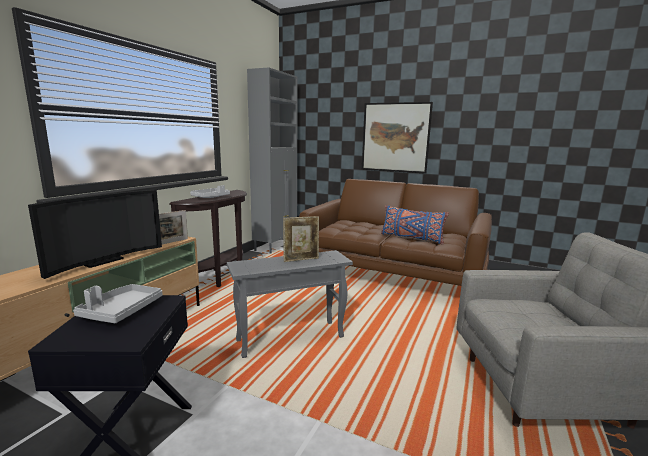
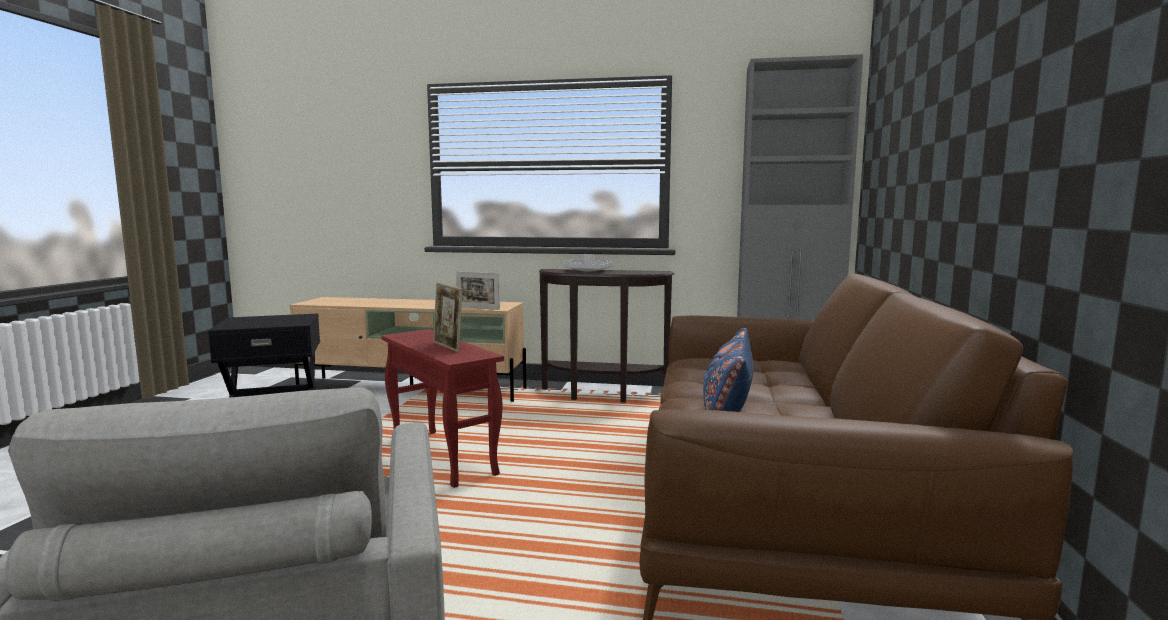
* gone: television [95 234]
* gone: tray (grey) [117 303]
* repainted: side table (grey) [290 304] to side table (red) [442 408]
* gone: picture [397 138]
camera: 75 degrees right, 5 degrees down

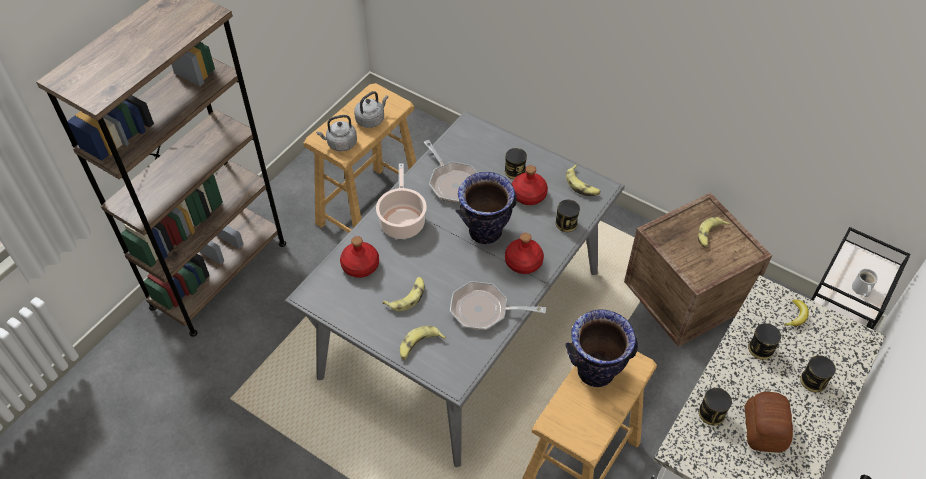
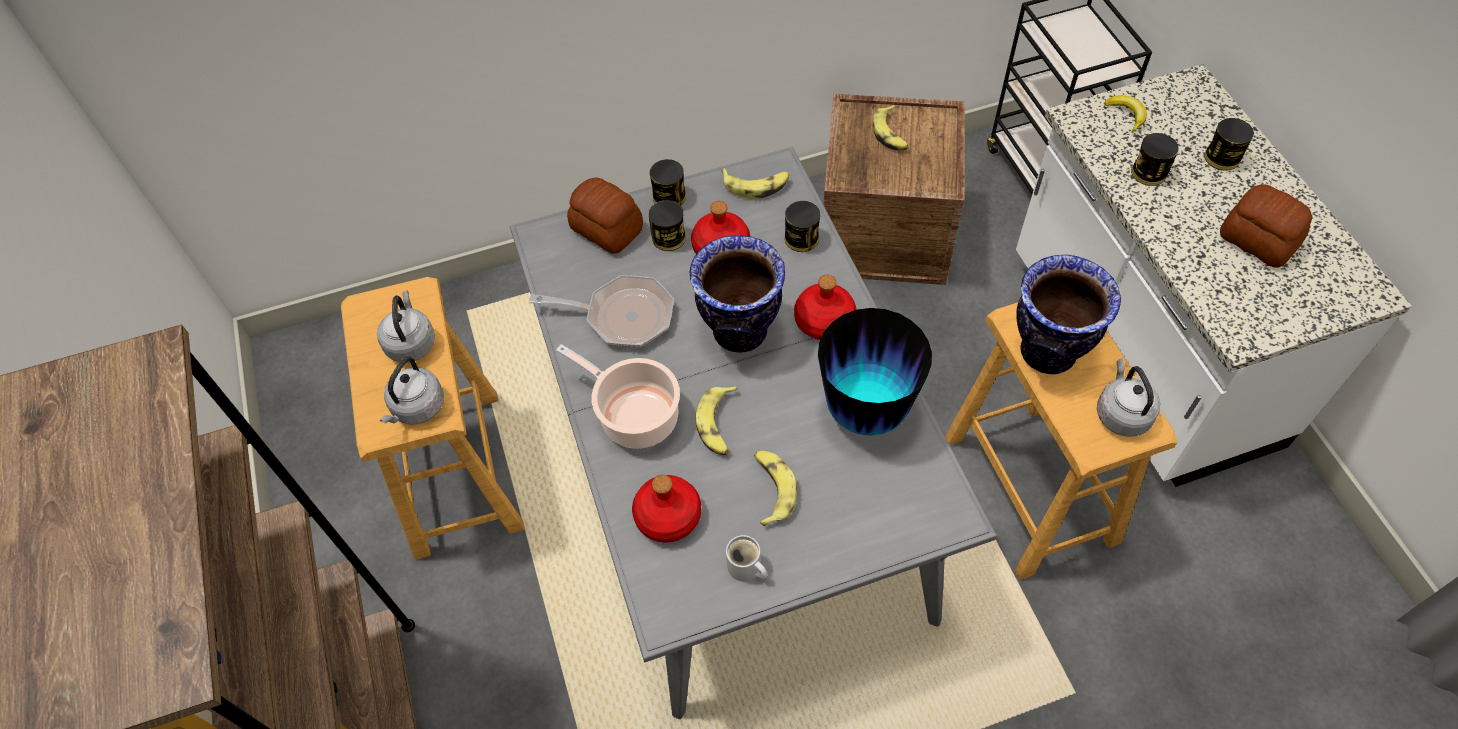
* shifted: banana [423 343] to [716 420]
* swapped: frying pan [498 305] to vase [875 372]
* shifted: can [715 406] to [668 182]
* shifted: mug (white) [865 283] to [746 558]
* new: bread [605 215]
* new: kettle (grey) [1128 397]
camera: 50 degrees left, 5 degrees up

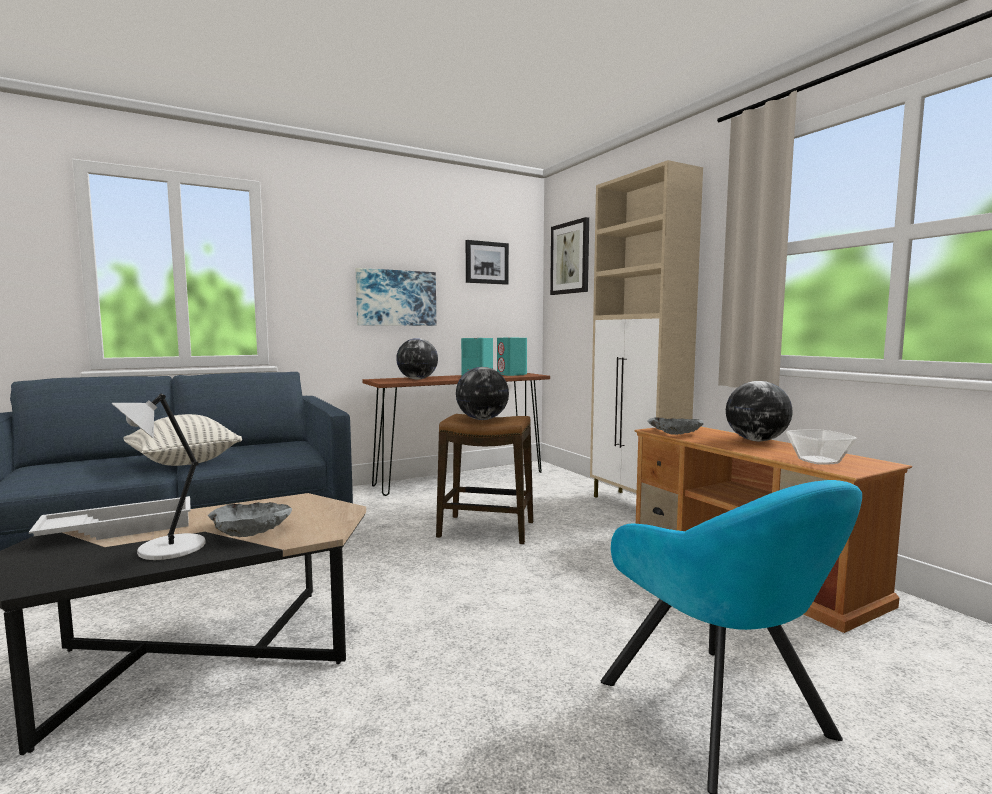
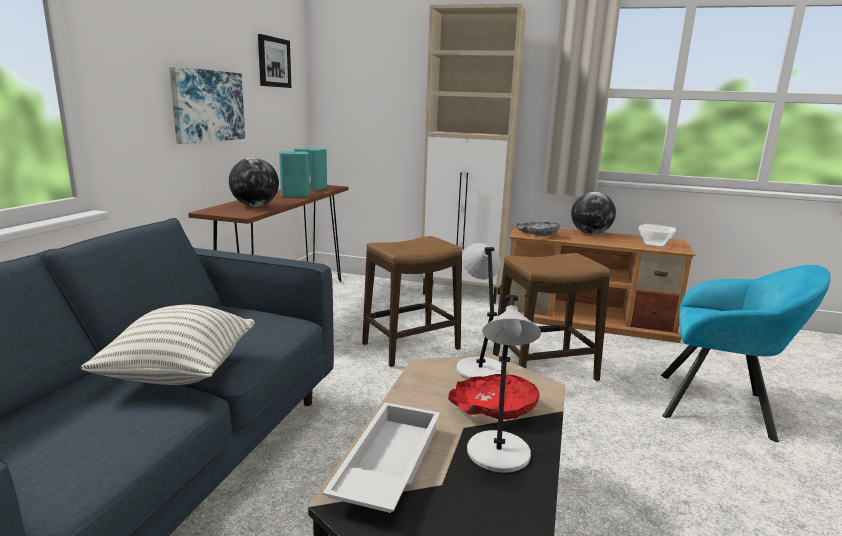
* repainted: bowl (grey) [250 519] to bowl (red) [494 397]
* gone: globe [482 393]
* gone: picture [569 256]
* new: table lamp (grey) [478 311]
* new: stool [551 317]
camera: 45 degrees left, 10 degrees up

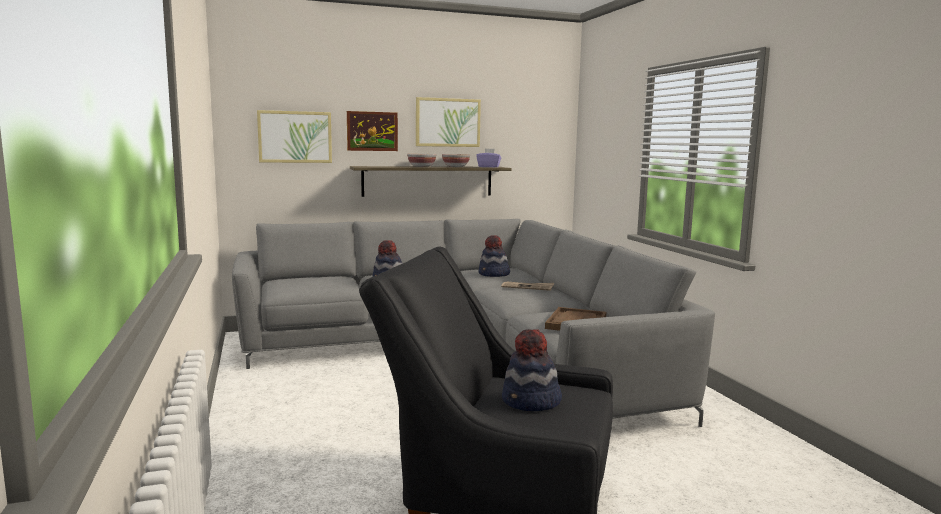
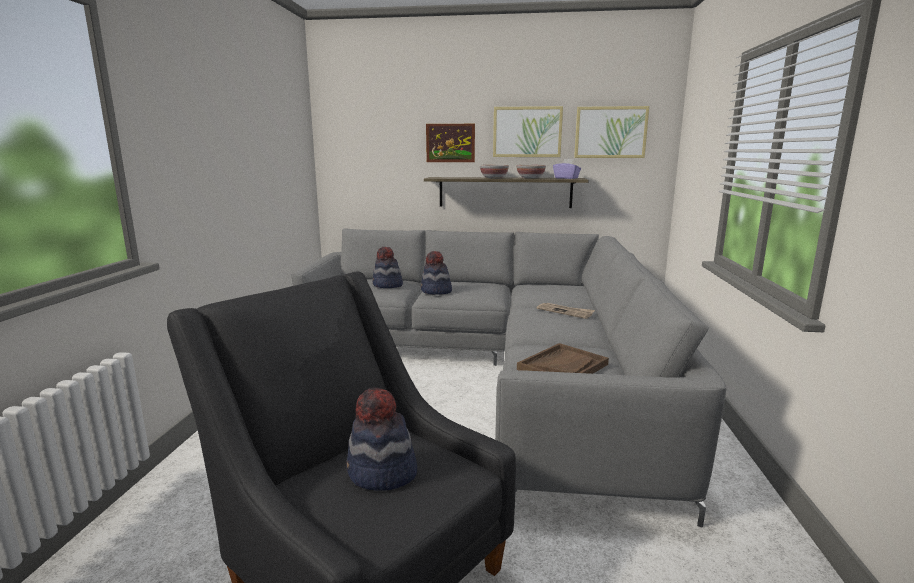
* shifted: picture [294 136] to [611 132]
* shifted: hat [494 256] to [387 267]
camera: 25 degrees right, 5 degrees up

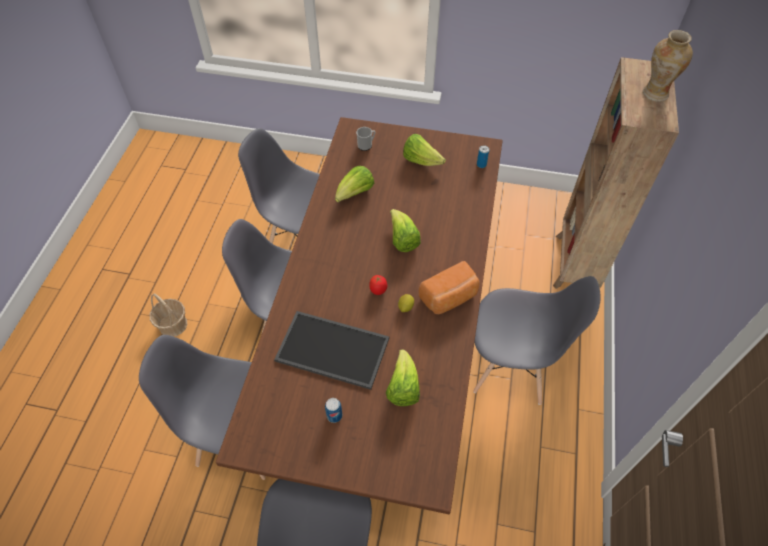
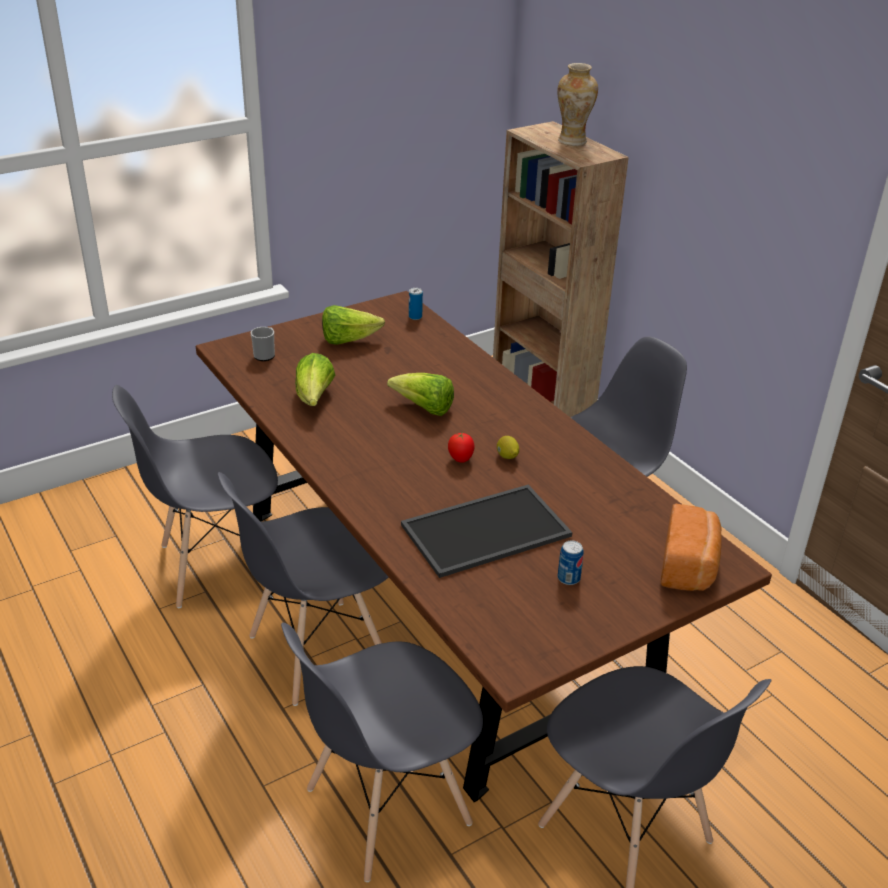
* gone: basket [168 315]
* gone: lettuce [403 378]
* shifted: bread [449 287] to [691 547]
camera: 45 degrees left, 20 degrees down

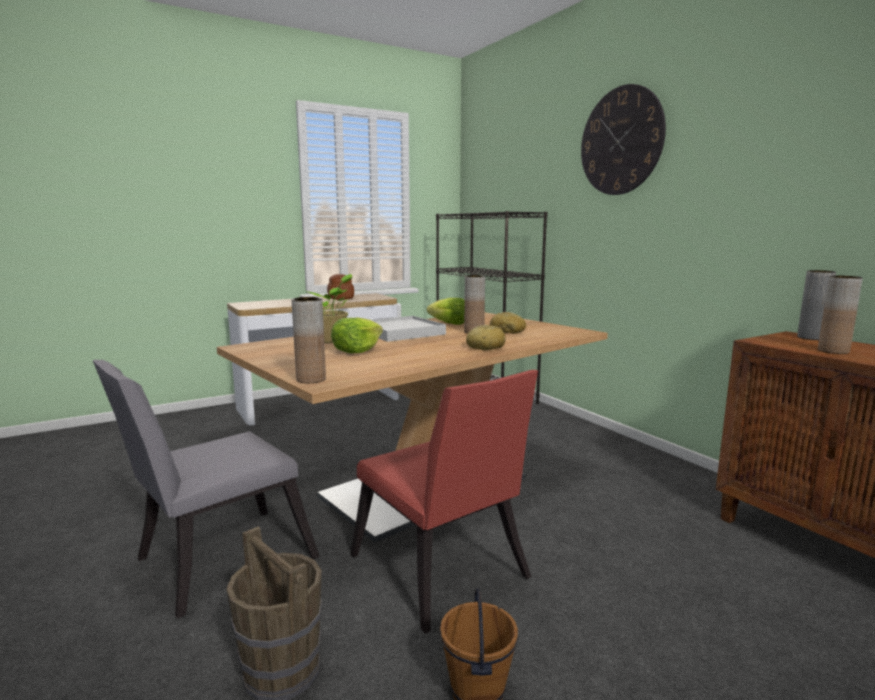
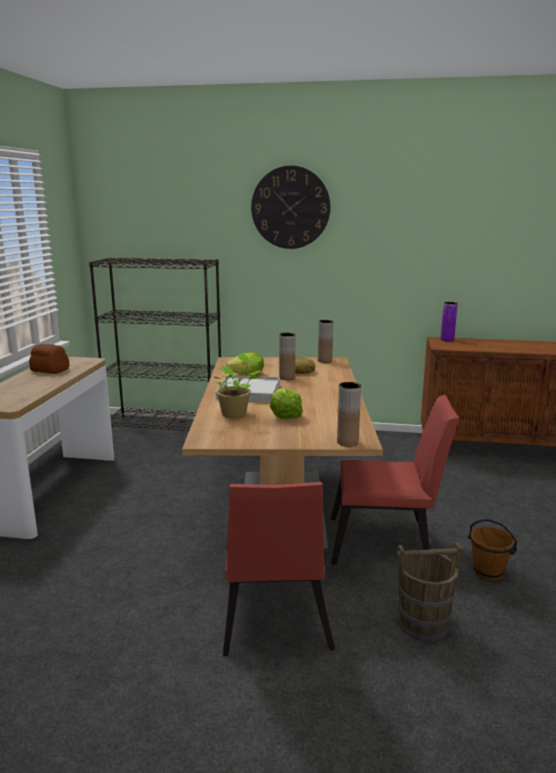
* repainted: chair (grey) [206 489] to chair (red) [279 569]
* gone: bread [486 337]
* repainted: vase (grey) [816 305] to vase (purple) [449 321]
* shifted: vase (brown) [840 314] to [325 341]
camera: 50 degrees left, 5 degrees up

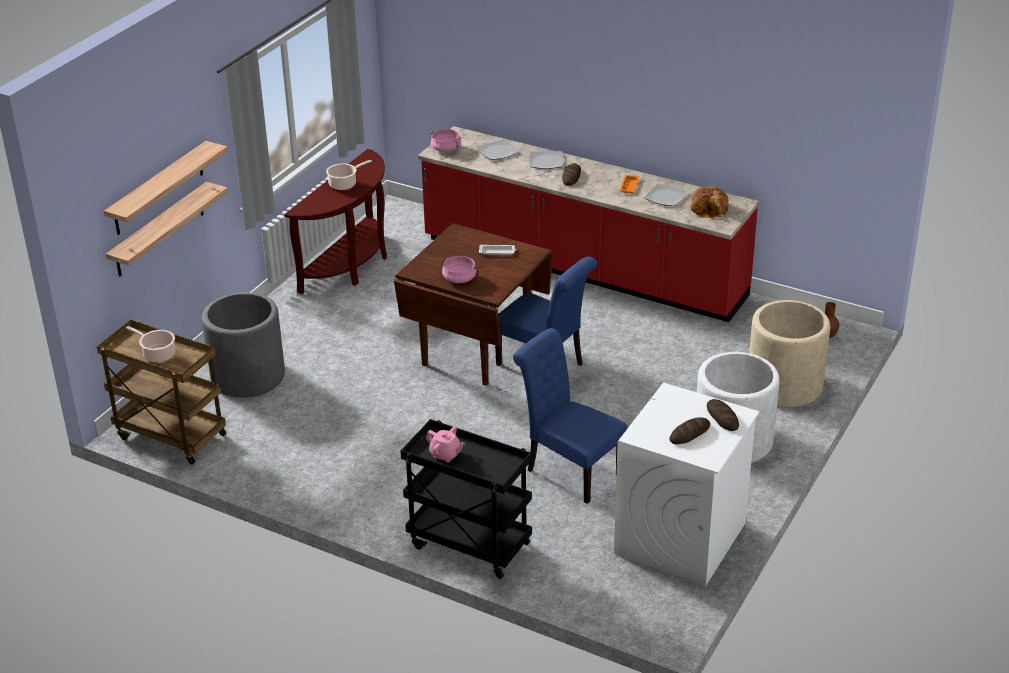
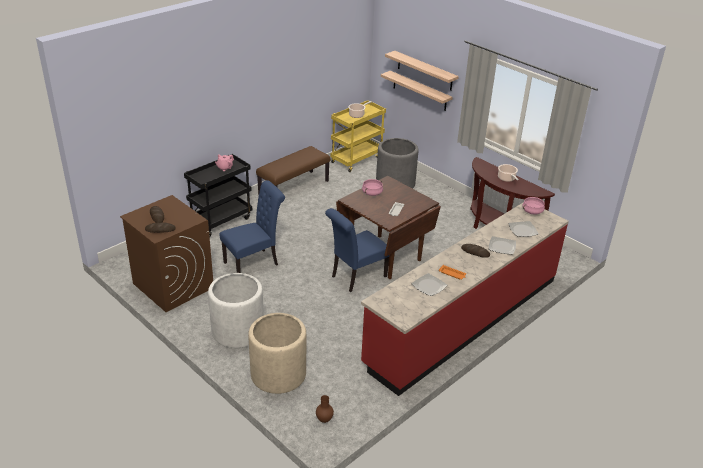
* repainted: cart (brown) [161 392] to cart (yellow) [358 136]
* repainted: washing machine (white) [686 484] to washing machine (brown) [166 253]
* gone: bread [709 202]
* new: bench (brown) [293 170]
camera: 105 degrees right, 0 degrees up

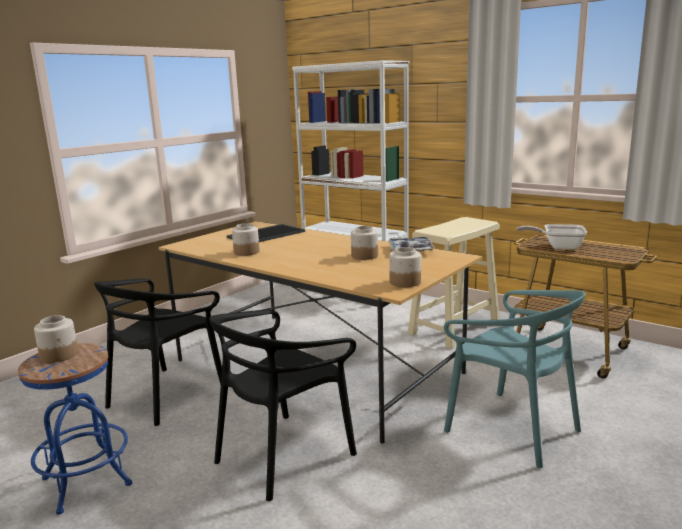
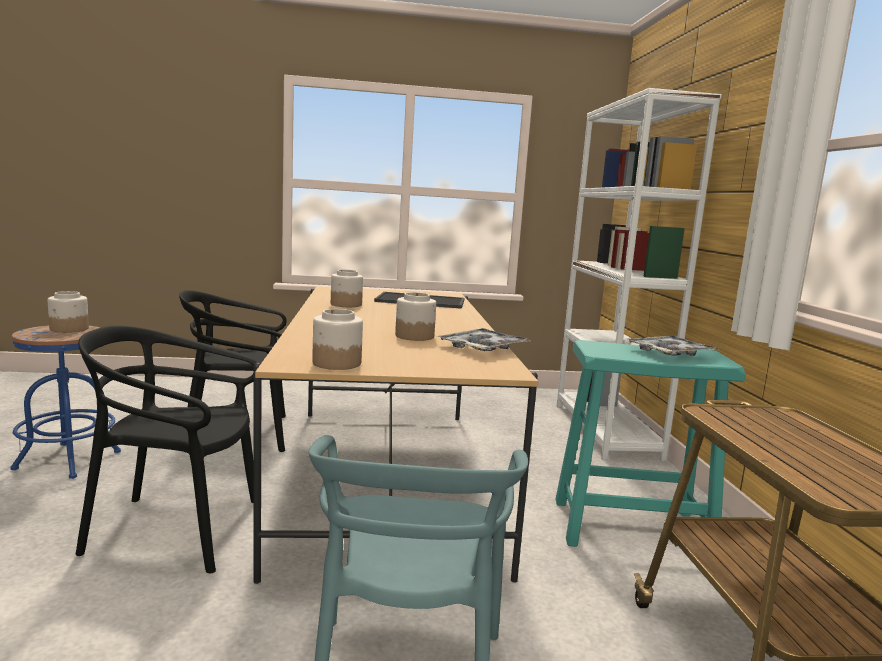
* repainted: stool (beige) [454 283] to stool (turquoise) [650 443]
* gone: frying pan [552 237]
* new: tray [673 346]
camera: 45 degrees right, 5 degrees down

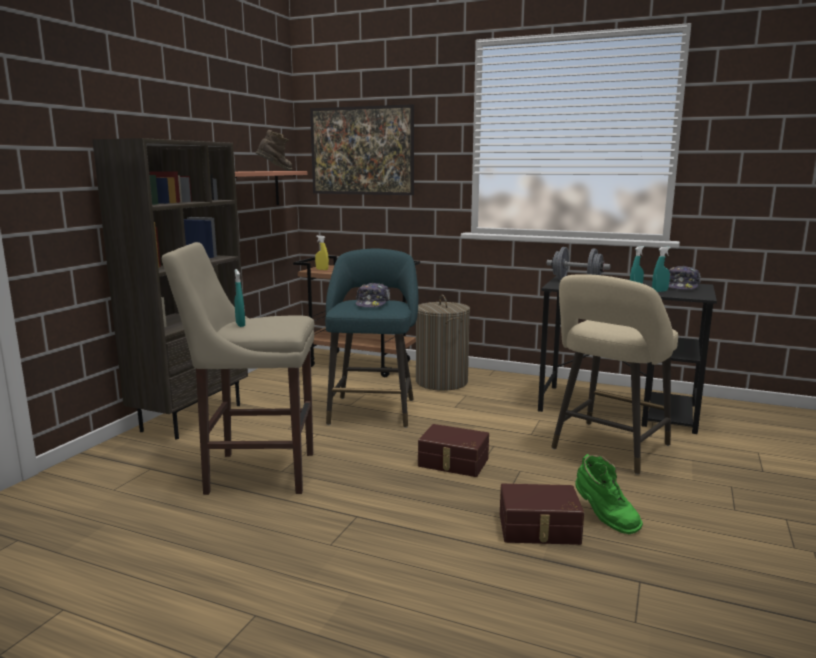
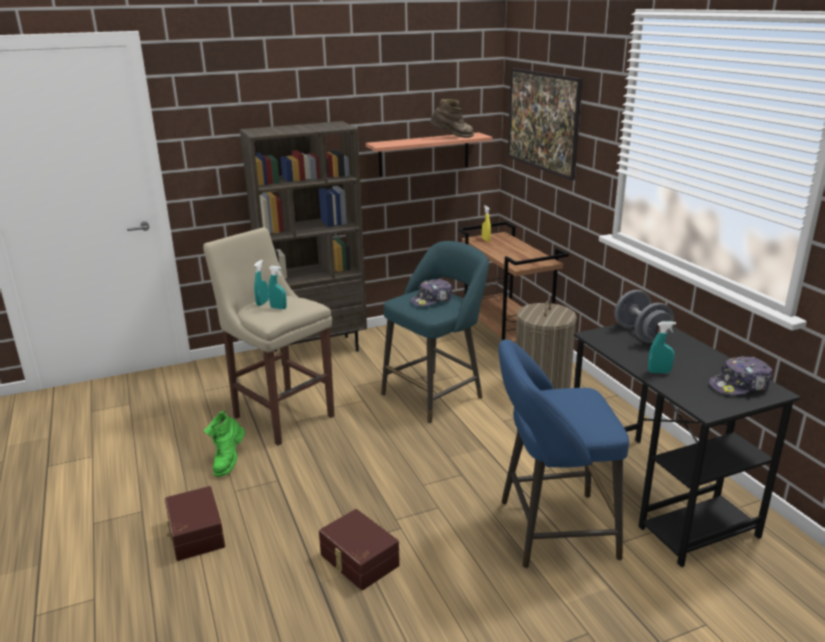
* shifted: storage box (brown) [453 450] to [195 523]
* repainted: stool (beige) [614 374] to stool (blue) [563 453]
* shifted: boot (green) [609 494] to [224 444]
* shifted: spray bottle (turquoise) [661 269] to [277 287]
camera: 45 degrees right, 10 degrees up

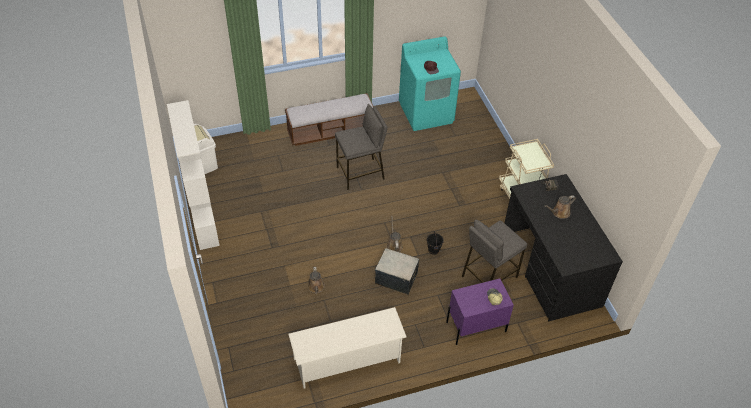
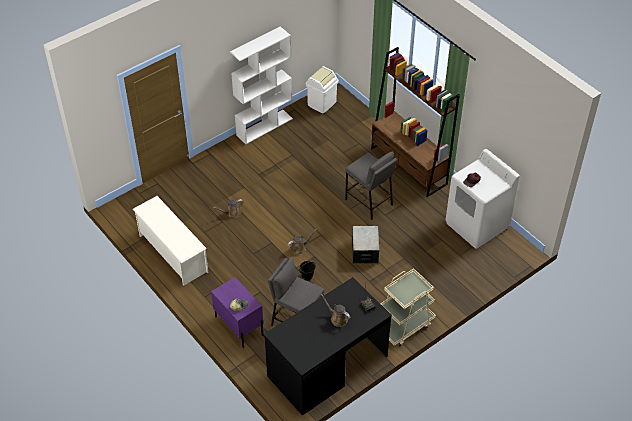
* swapped: bench [329 119] to bookcase (brown) [415 122]
* shifted: storage box [397 271] to [366 245]
* repainted: washing machine (turquoise) [430 83] to washing machine (white) [482 199]
camera: 70 degrees right, 0 degrees up

